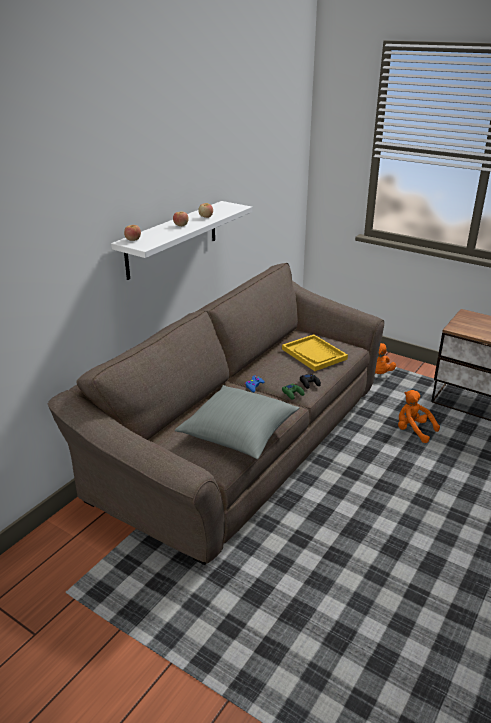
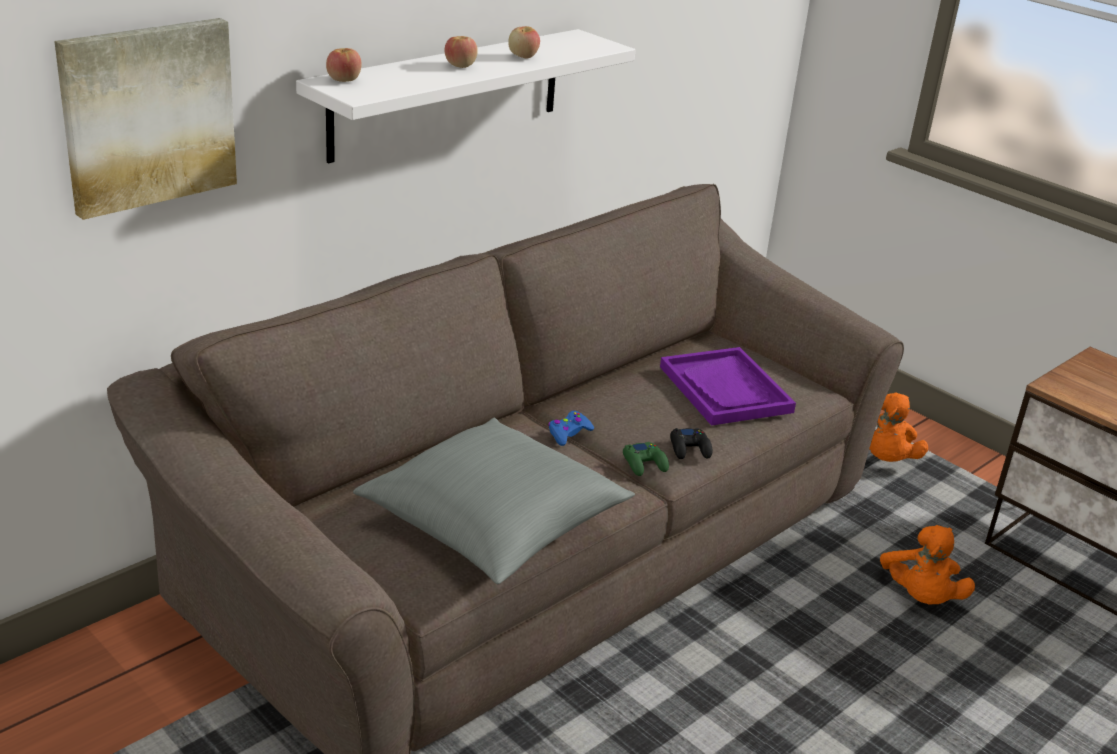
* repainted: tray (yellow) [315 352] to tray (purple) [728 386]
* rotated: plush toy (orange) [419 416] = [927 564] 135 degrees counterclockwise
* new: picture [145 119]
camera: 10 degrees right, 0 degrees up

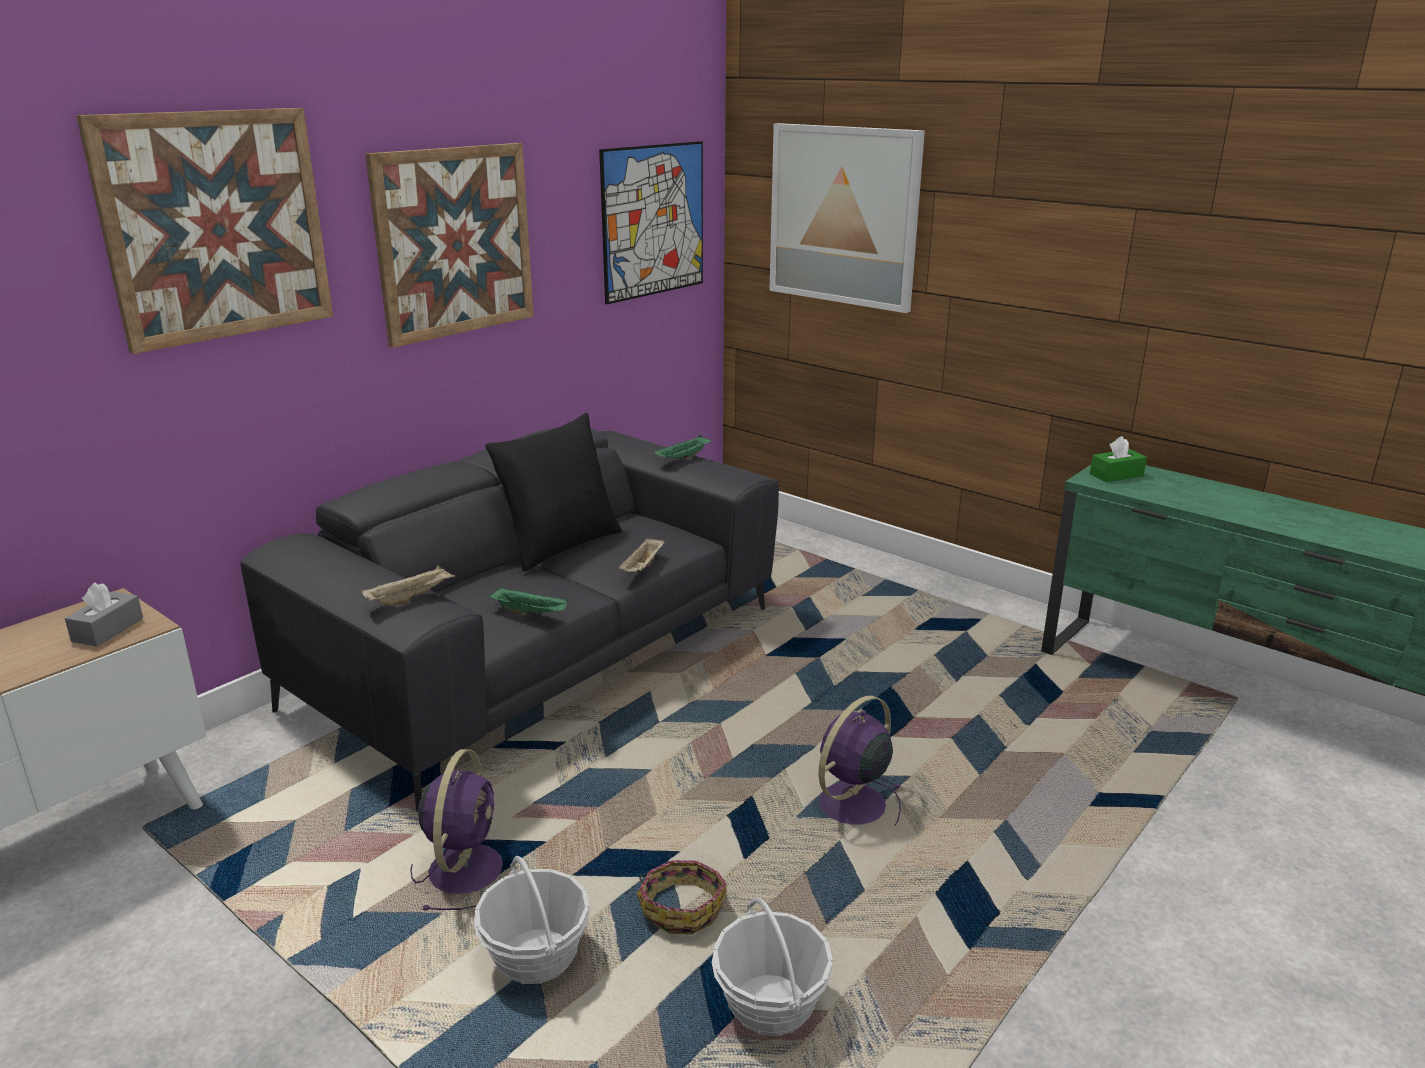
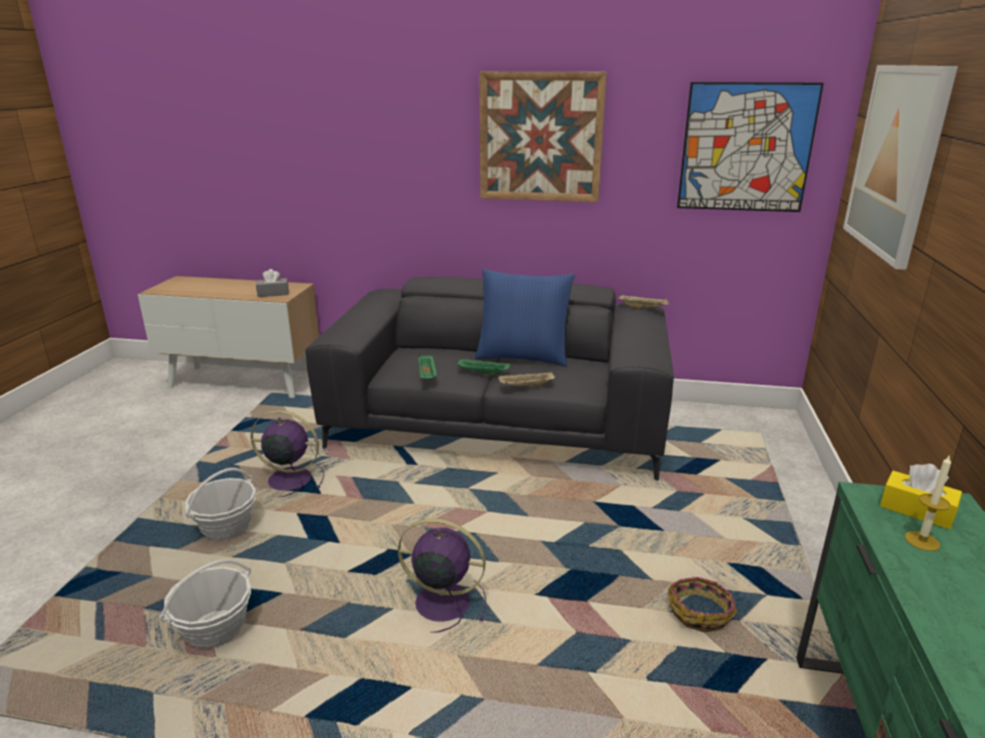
* gone: picture [204 231]
* shifted: tray (beige) [408 585] to [643 302]
* rotated: fan (purple) [456 829] = [287 453] 150 degrees counterclockwise
* repainted: pillow (black) [553 492] to pillow (blue) [525 318]
* shifted: basket [682 897] to [702 605]
* shifted: tray (green) [682 446] to [484 367]
* repainted: tissue box (green) [1118 459] to tissue box (yellow) [921 496]
* new: candle [928 502]
camera: 60 degrees right, 0 degrees up

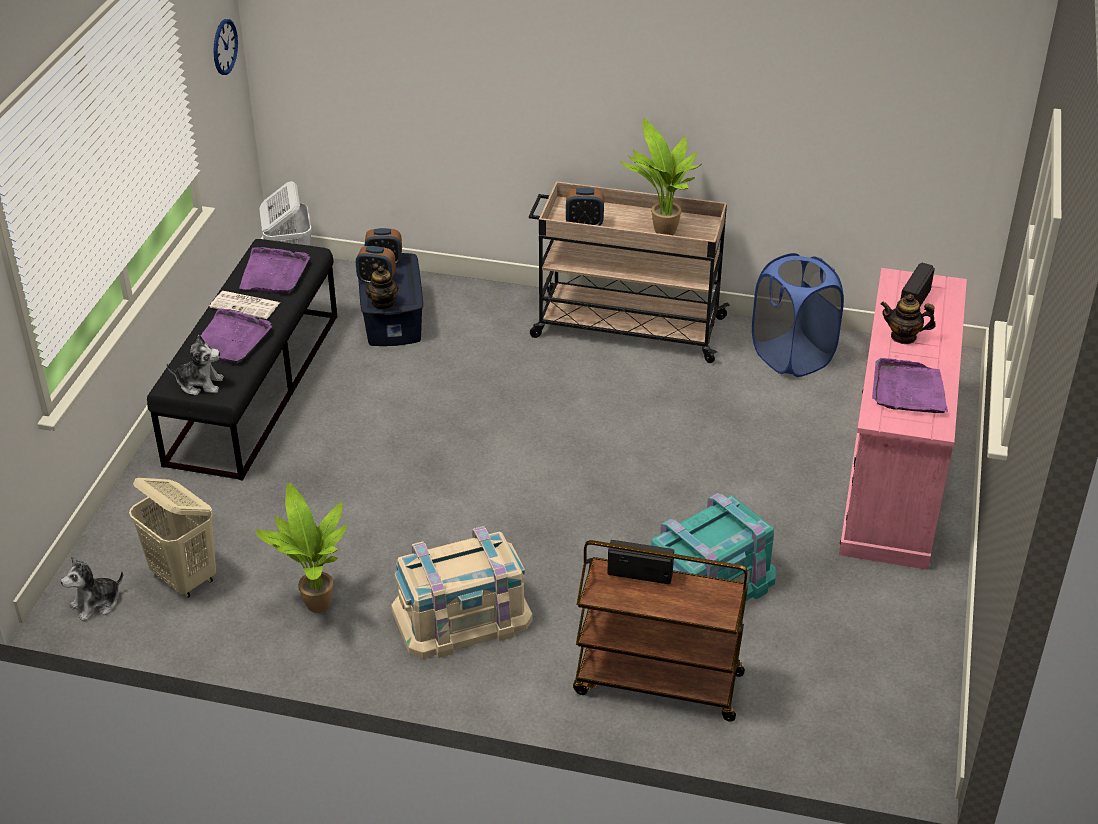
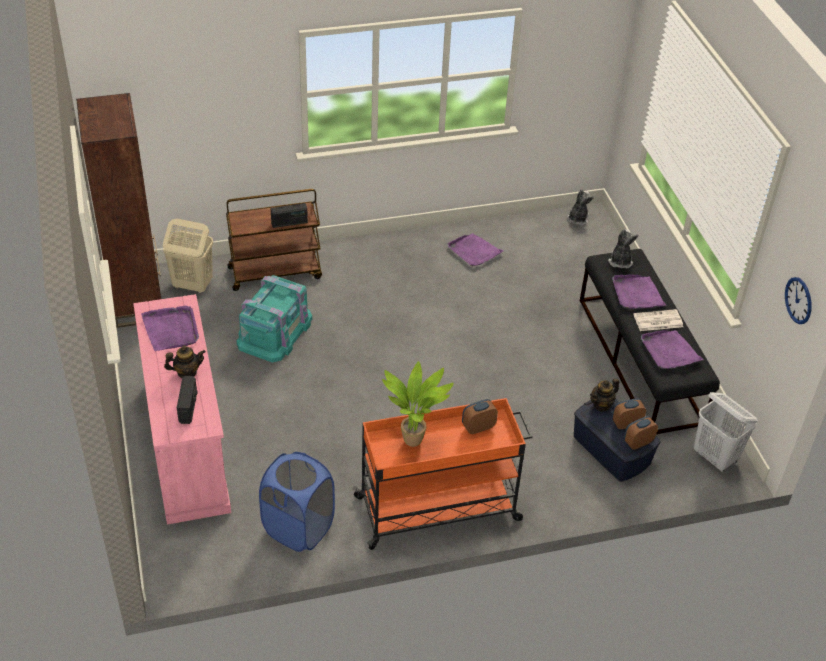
* shifted: laundry basket (beige) [172 538] to [188 255]
* rotated: plush toy [195 365] = [623 249] 120 degrees clockwise
* swapped: potted plant [301 547] to tray (purple) [475 250]
* rotated: teapot [382 286] = [604 395] 75 degrees counterclockwise
* gone: storage box (beige) [462 592]
* repainted: cart (beige) [629 272] to cart (orange) [442 474]
* new: bookcase (brown) [118 210]
camera: 150 degrees right, 5 degrees up

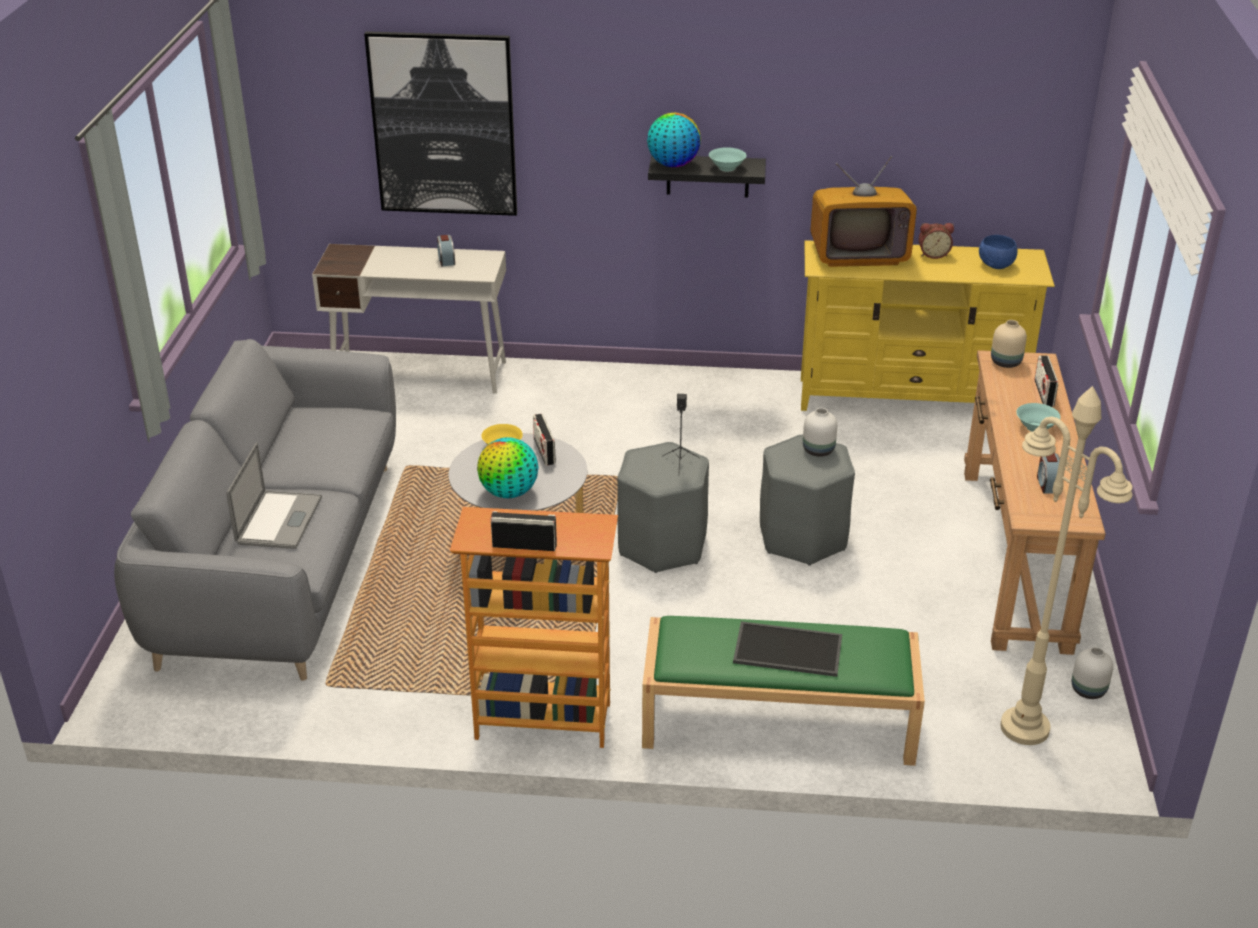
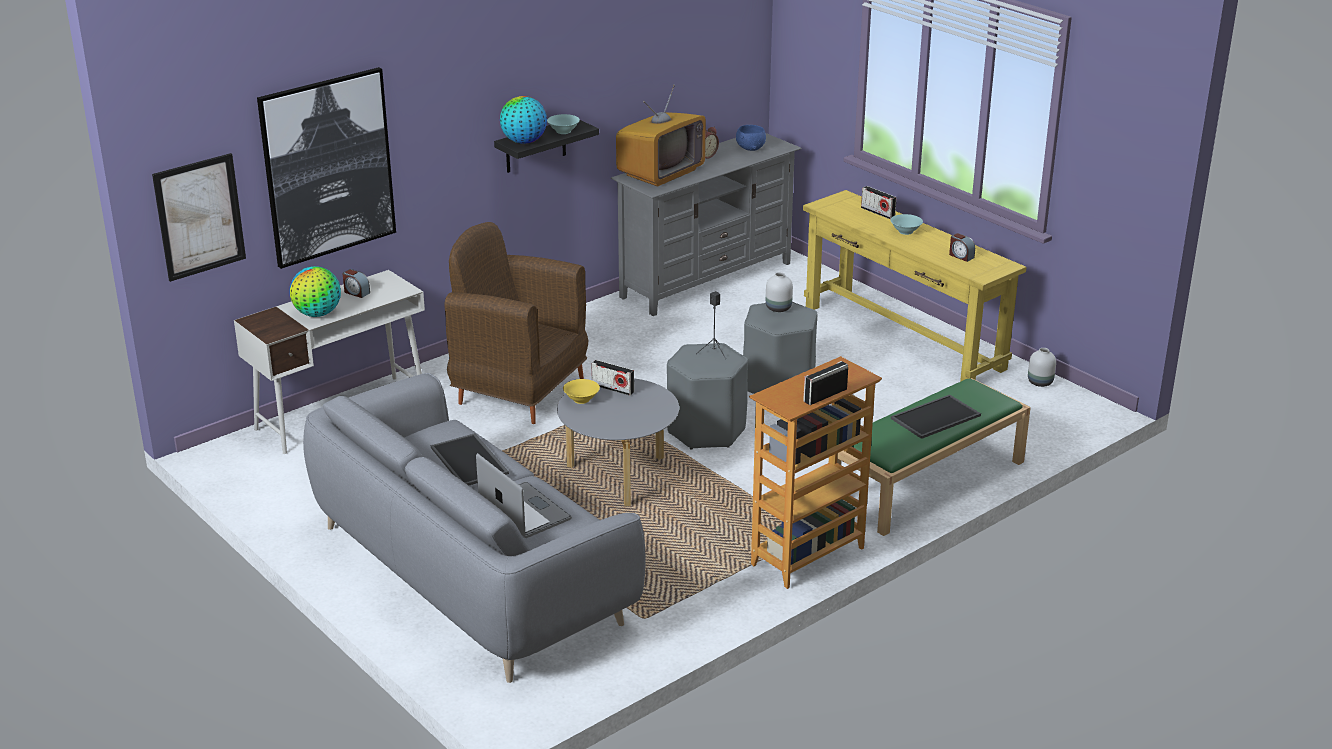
* shifted: globe [508 467] to [315 291]
* repainted: tv stand (yellow) [928 325] to tv stand (grey) [706 224]
* repainted: console table (brown) [1035 502] to console table (yellow) [915 286]
* gone: vase (beige) [1009 344]
* gone: floor lamp (beige) [1066 565]
* new: picture [199 217]
* new: tray [470 459]
* new: armchair (brown) [516 323]
camera: 45 degrees left, 5 degrees down

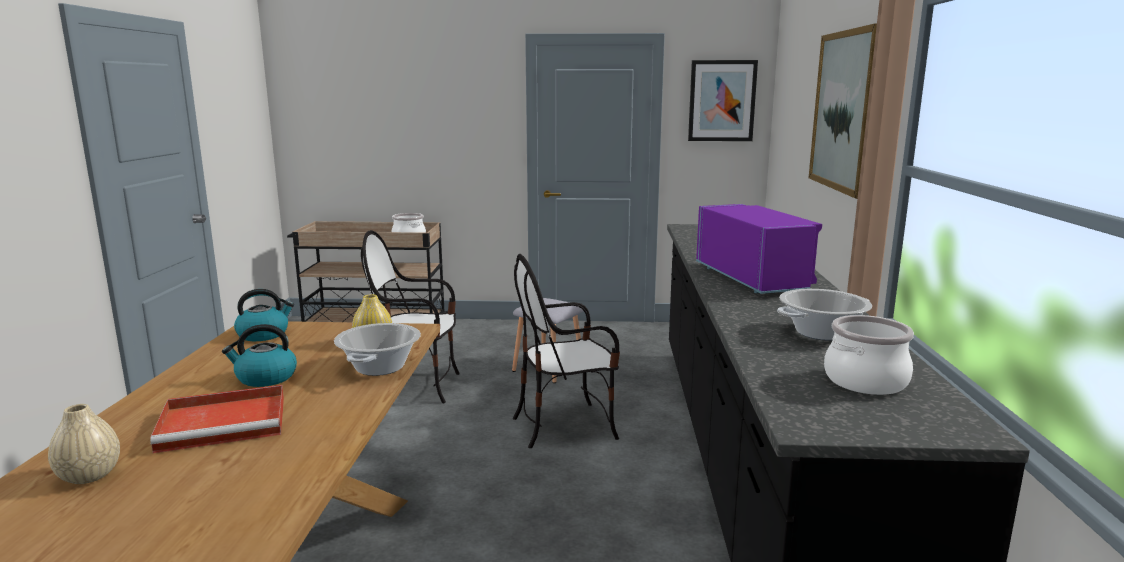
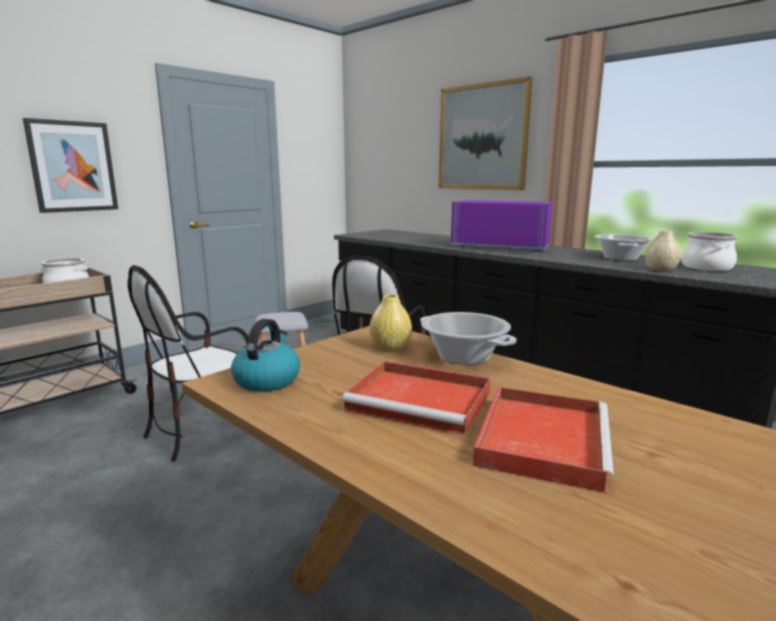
* shifted: vase (beige) [84 444] to [663 251]
* swapped: kettle [259 355] to tray (red) [416 398]
* shifted: picture [723 100] to [70 165]
camera: 50 degrees left, 0 degrees up

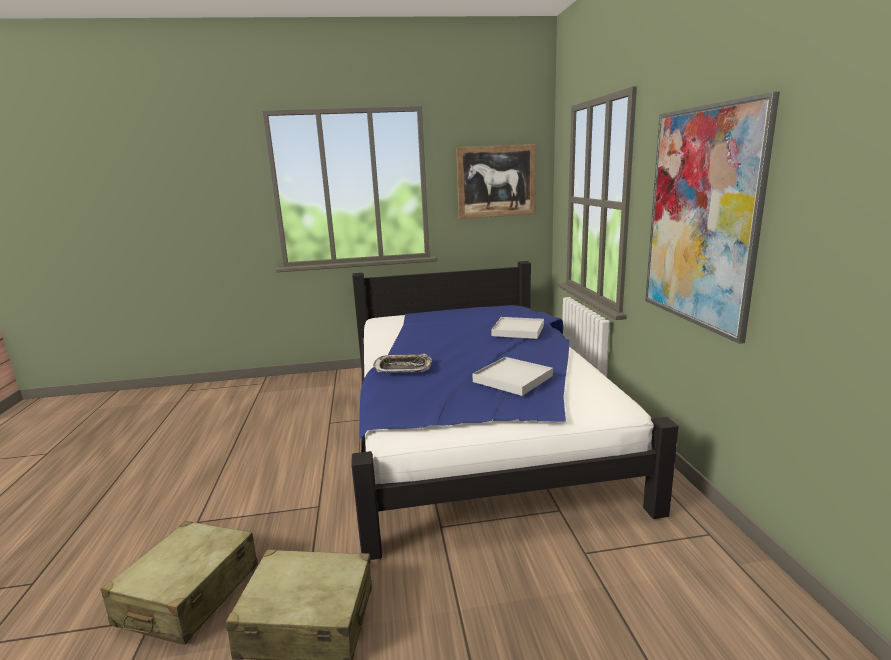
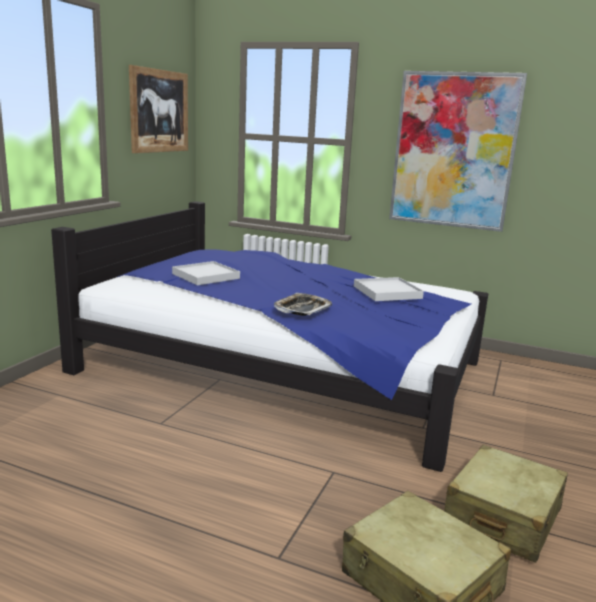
* shifted: tray (white) [517 328] to [206 273]
camera: 60 degrees left, 0 degrees up

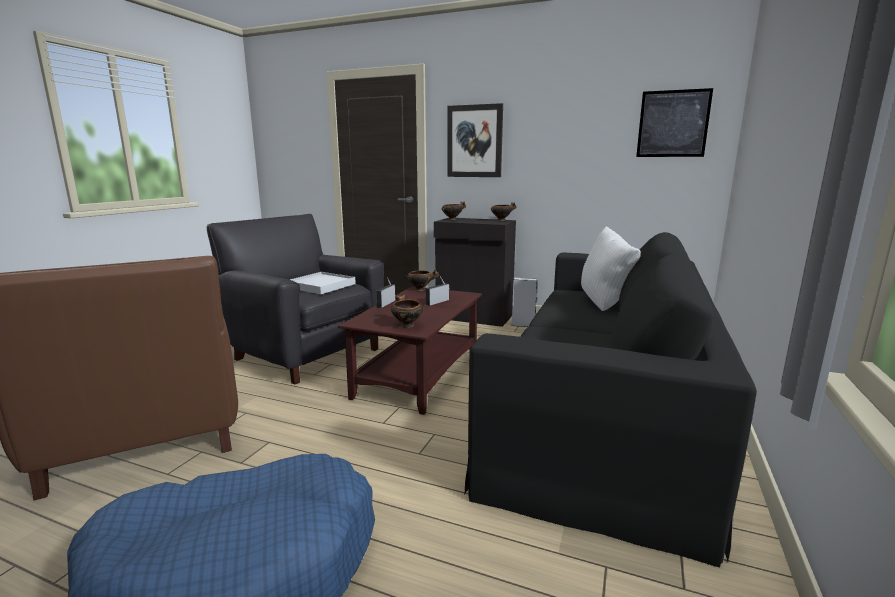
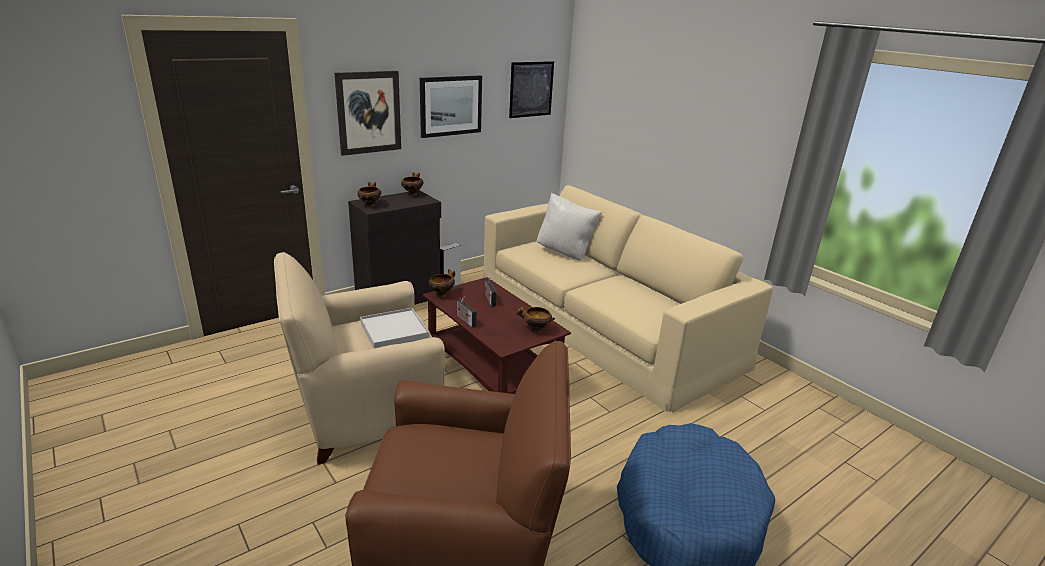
* repainted: armchair (black) [295 299] to armchair (beige) [359 358]
* repainted: sofa (black) [610 399] to sofa (beige) [628 299]
* new: picture [451 106]
camera: 60 degrees left, 10 degrees up

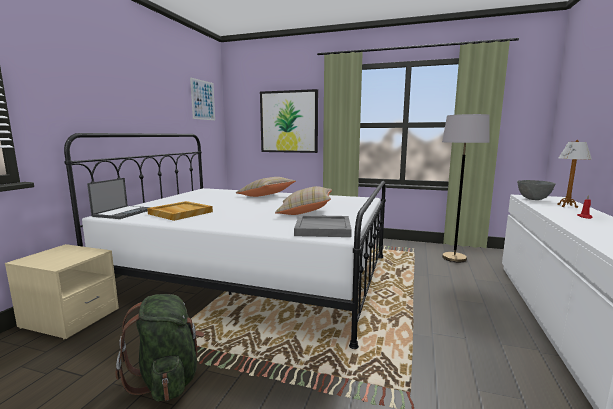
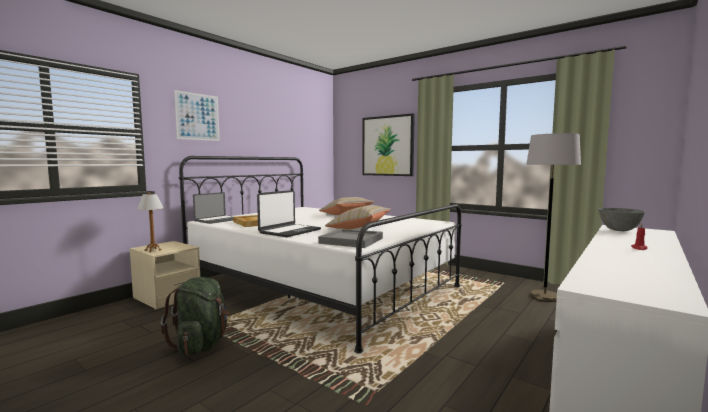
* shifted: picture [202 98] to [197 115]
* shifted: table lamp [574 174] to [150 222]
* new: laptop [289 213]
camera: 20 degrees right, 5 degrees down

